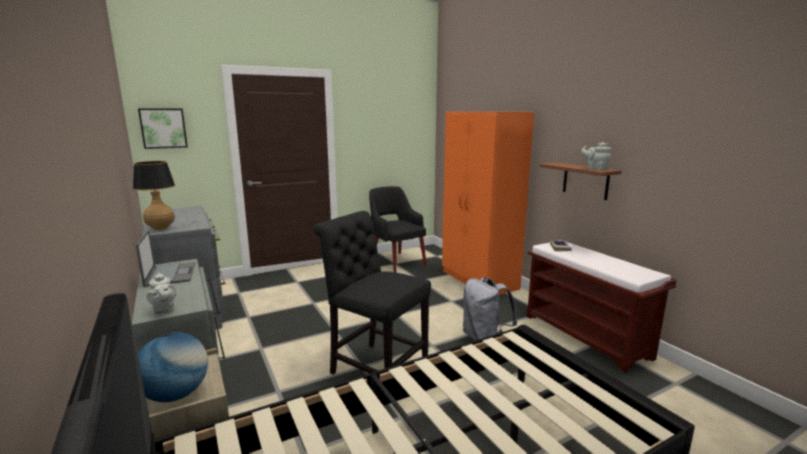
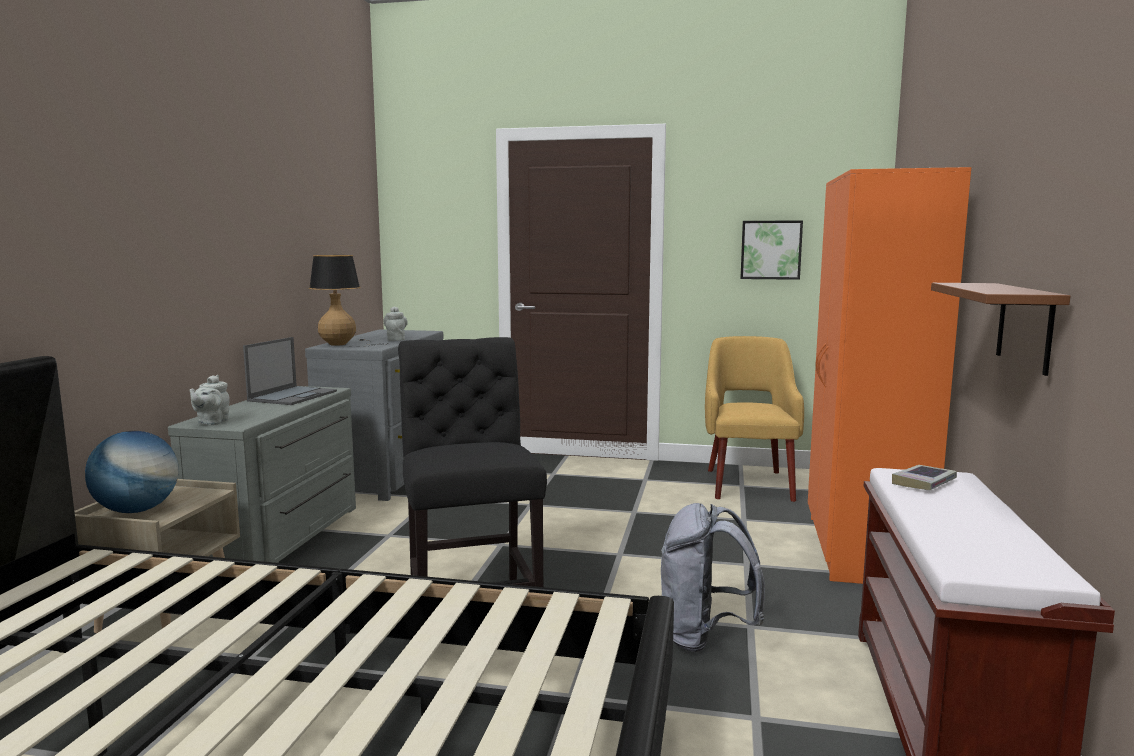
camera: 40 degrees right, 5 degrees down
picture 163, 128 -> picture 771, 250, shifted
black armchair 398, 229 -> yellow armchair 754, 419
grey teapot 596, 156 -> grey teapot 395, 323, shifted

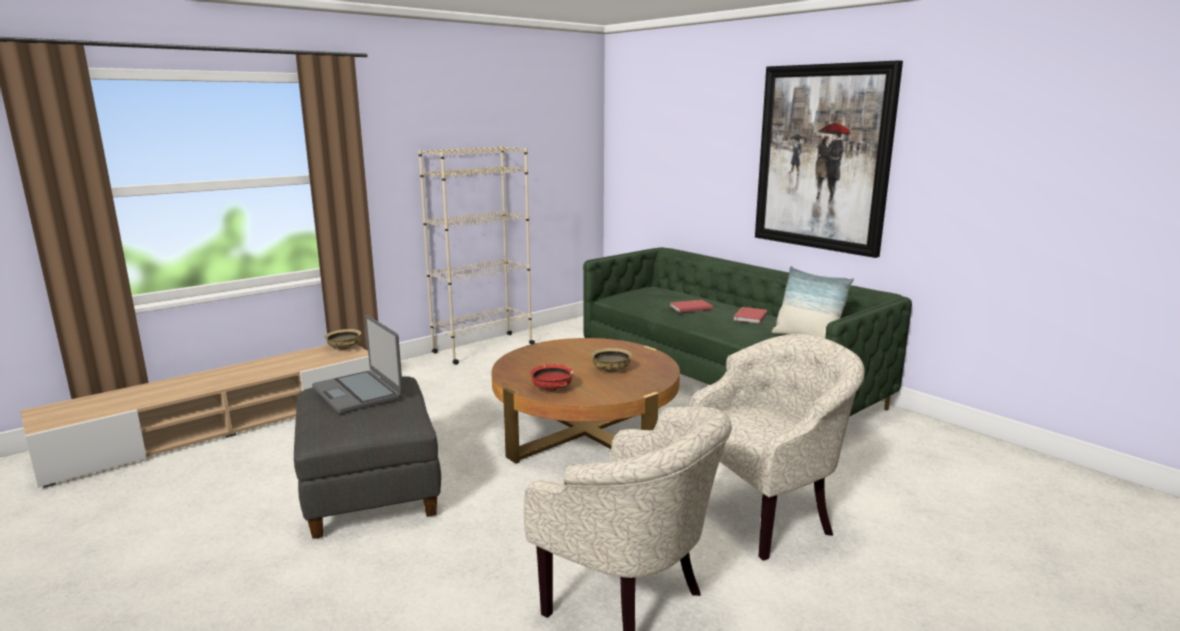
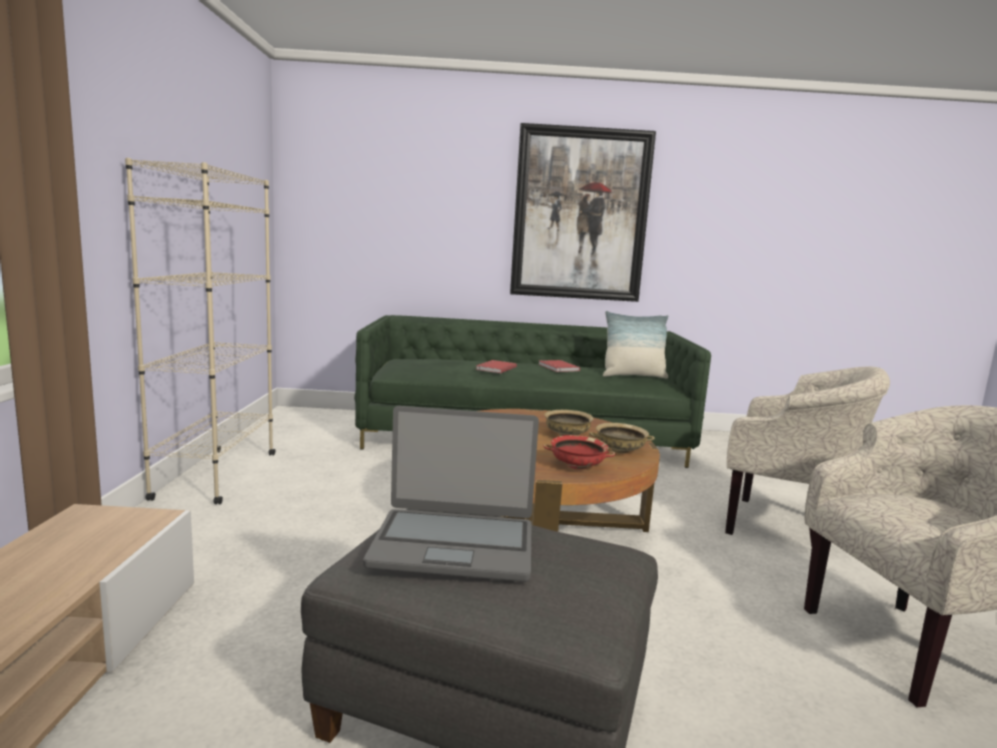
camera: 50 degrees left, 5 degrees down
beige bowl 343, 339 -> beige bowl 622, 438, shifted
beige armchair 777, 447 -> beige armchair 807, 456, 105 degrees clockwise

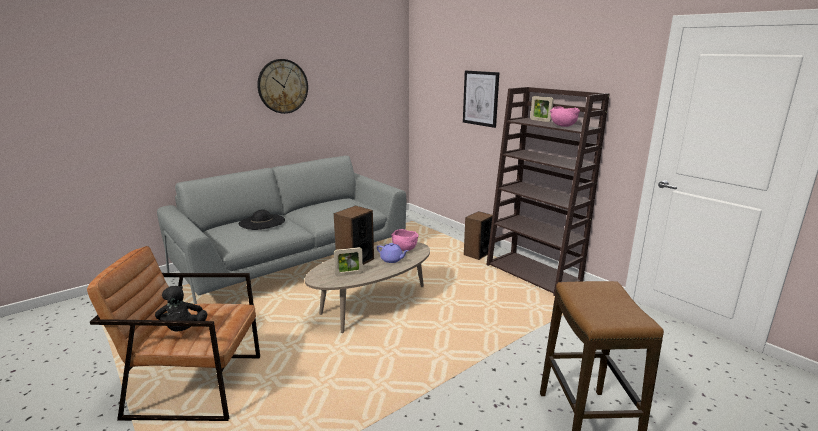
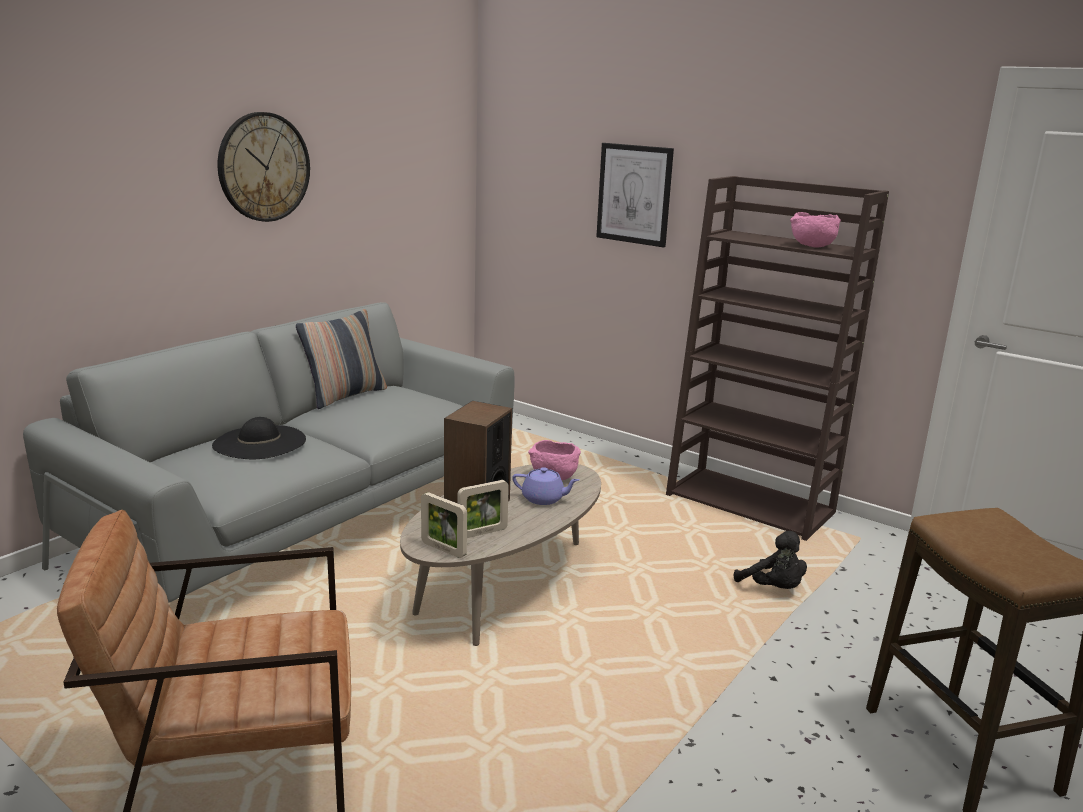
camera: 15 degrees left, 0 degrees up
black plush toy 181, 308 -> black plush toy 770, 560, shifted
speaker 478, 235 -> none
picture frame 542, 109 -> picture frame 444, 525, shifted
none -> pillow 341, 359

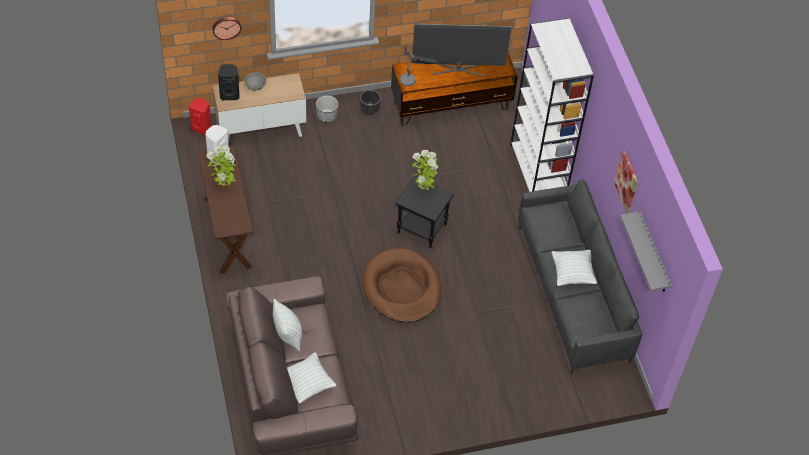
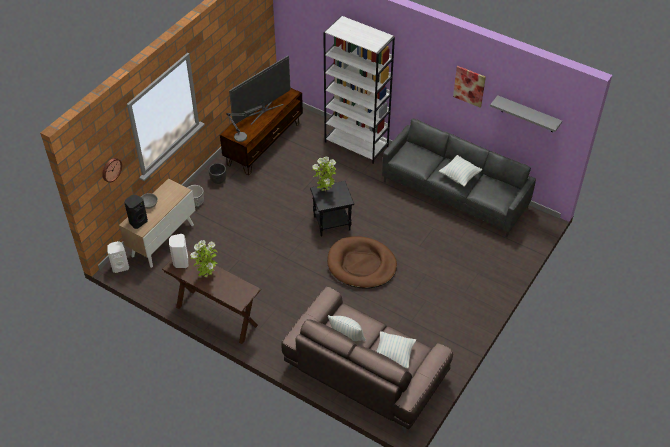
camera: 40 degrees left, 5 degrees down
red speaker 200, 116 -> white speaker 118, 257

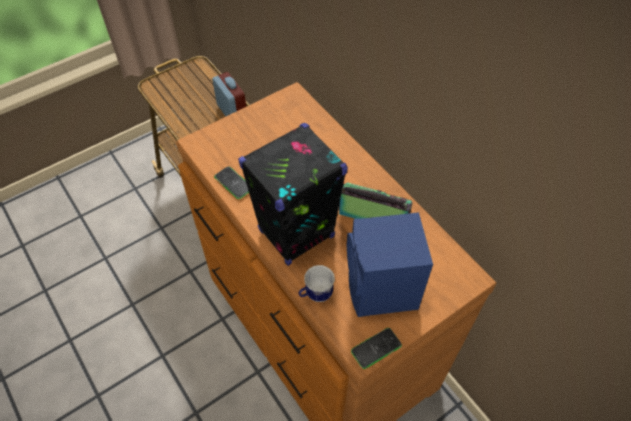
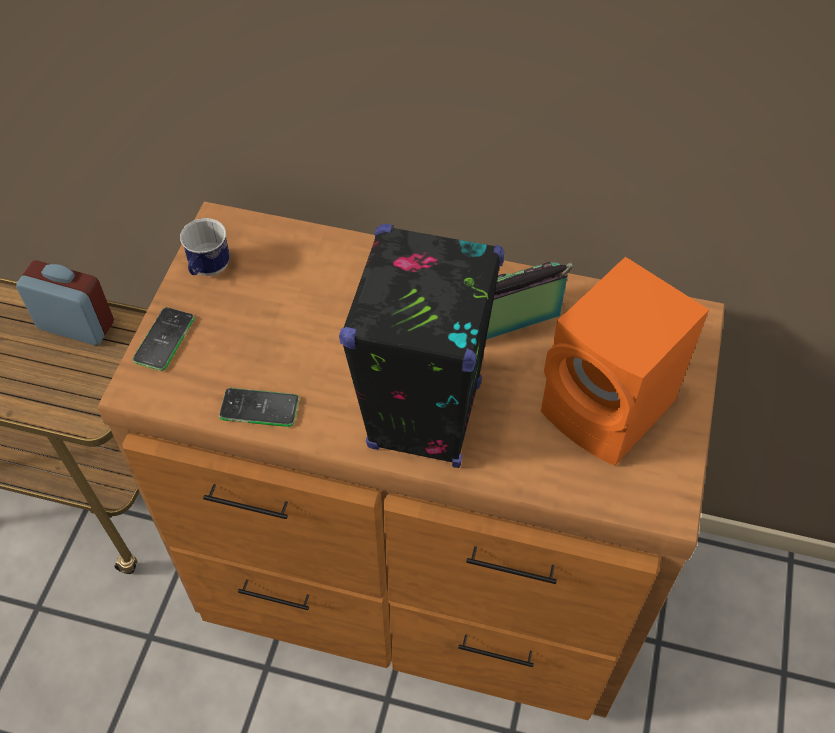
camera: 40 degrees left, 0 degrees up
mug 317, 283 -> mug 205, 247, shifted
blue speaker 390, 264 -> orange speaker 625, 361
phone 376, 348 -> phone 163, 339, shifted

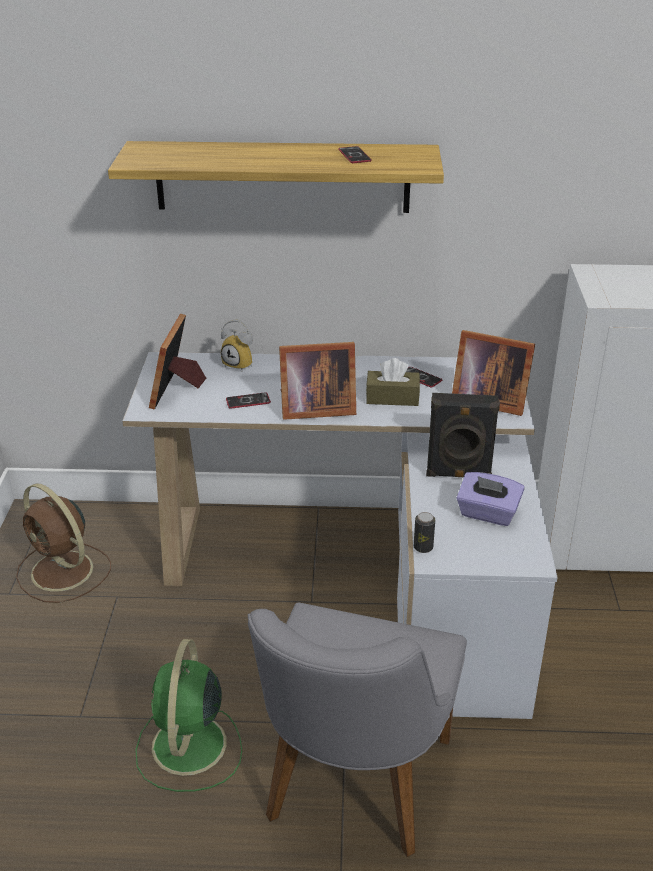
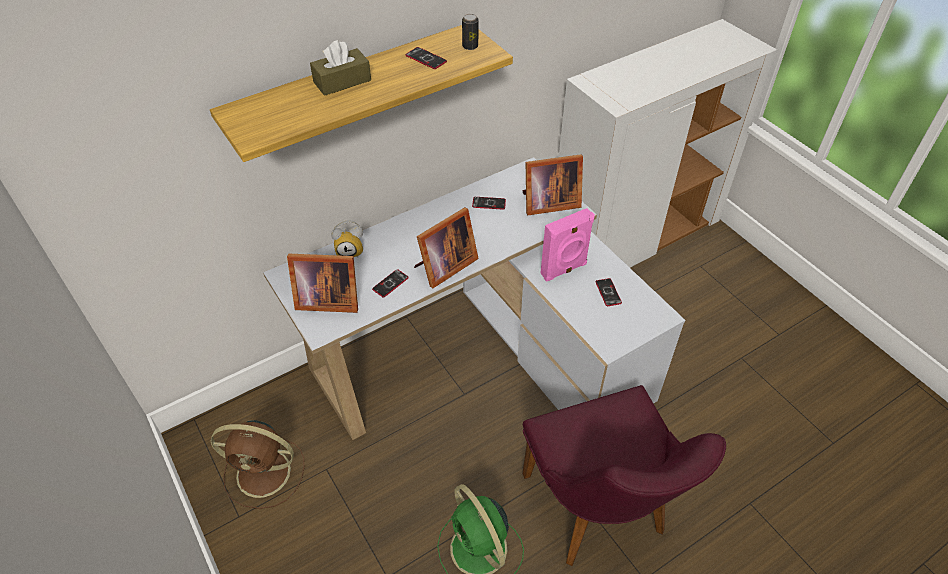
camera: 35 degrees left, 15 degrees up
picture frame 177, 362 -> picture frame 322, 283, 60 degrees counterclockwise
grey chair 357, 729 -> purple chair 624, 475
brown tissue box 393, 382 -> brown tissue box 340, 68, shifted
can 424, 532 -> can 470, 32, shifted
black speaker 463, 435 -> pink speaker 567, 245
purple tissue box 490, 499 -> phone 608, 292

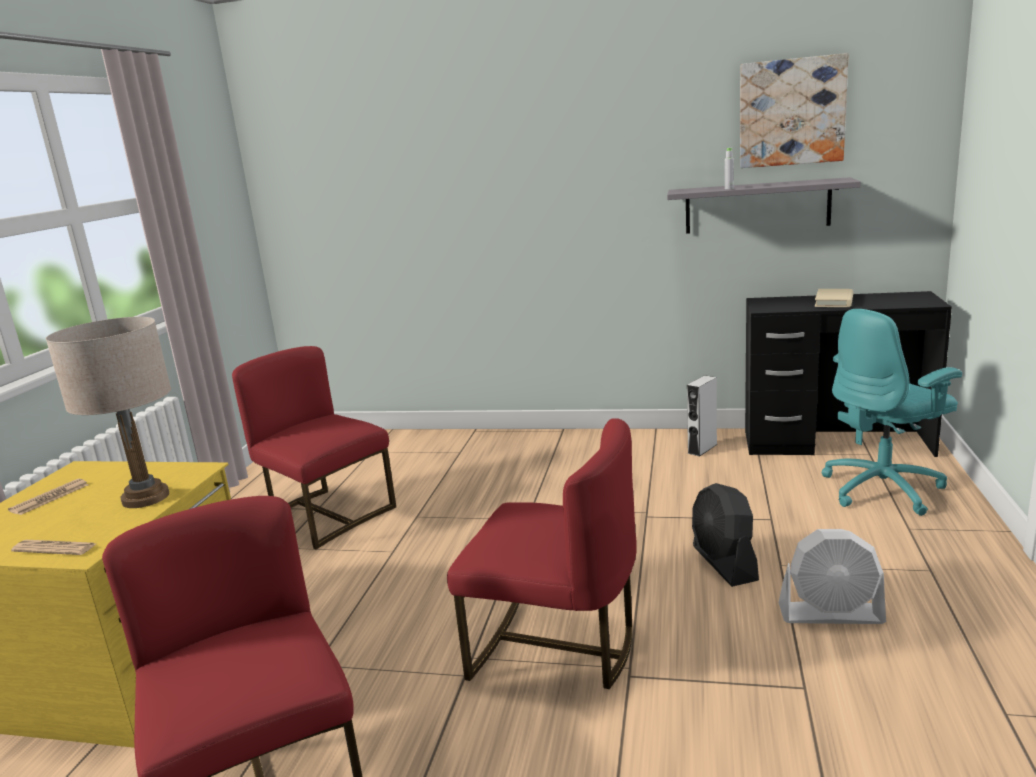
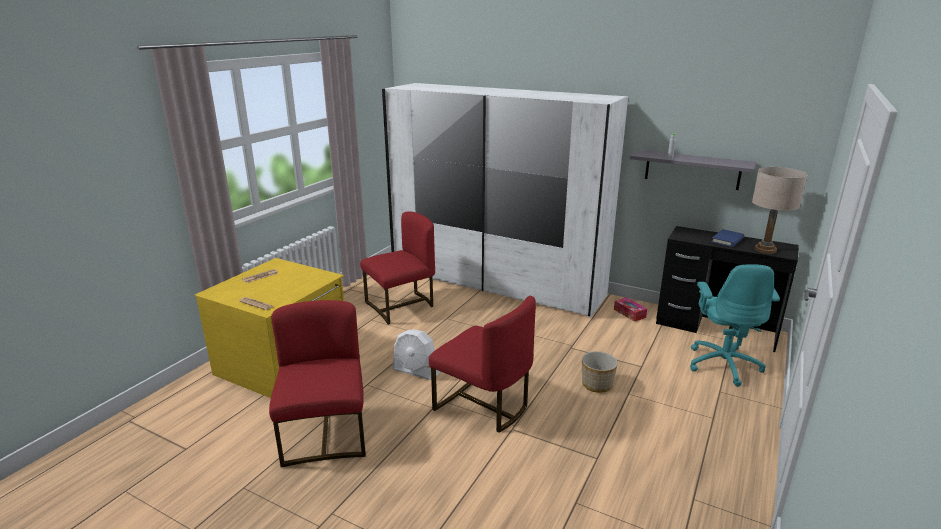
camera: 15 degrees right, 5 degrees up
beige table lamp 108, 412 -> beige table lamp 779, 210, shifted
red chair 314, 447 -> red chair 397, 268, 90 degrees clockwise
grey speaker 702, 415 -> tissue box 630, 309
black fan 725, 535 -> planter 600, 372
picture 794, 110 -> none
white fan 832, 576 -> white fan 416, 354, shifted
beige book 834, 298 -> blue book 727, 238
turquoise office chair 892, 412 -> turquoise office chair 735, 325, 75 degrees counterclockwise
none -> white wardrobe 505, 200

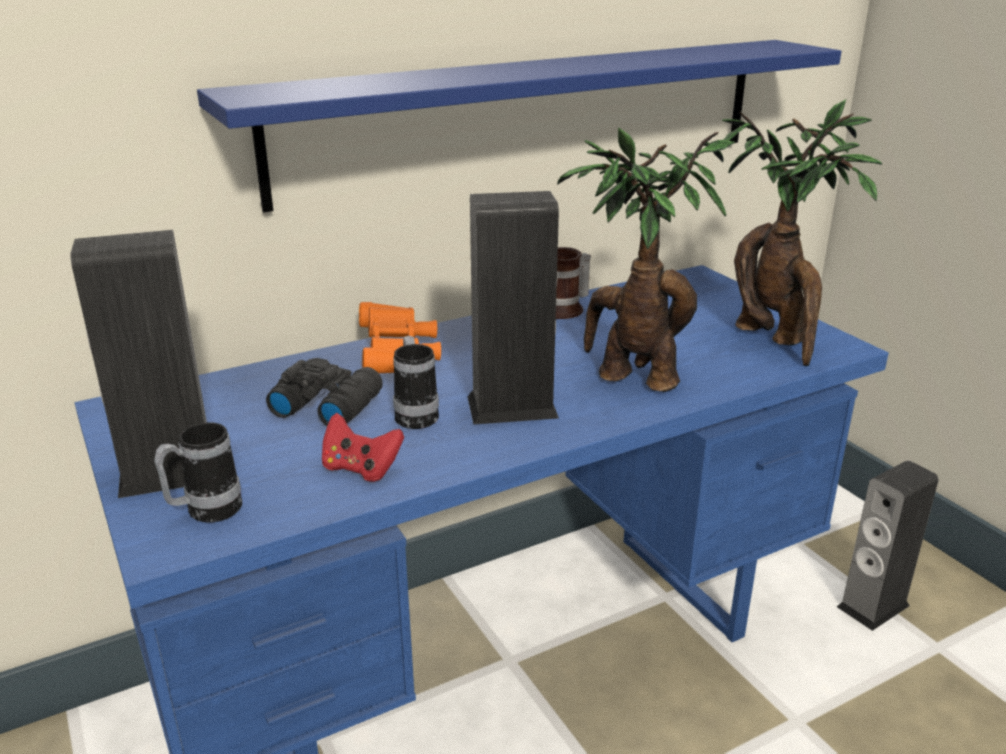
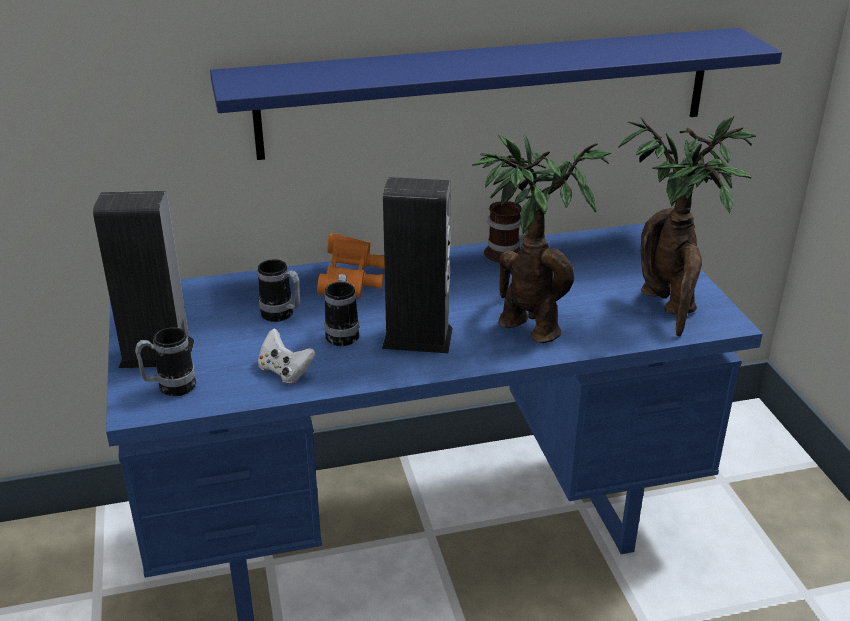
camera: 15 degrees right, 5 degrees up
black binoculars 324, 392 -> mug 279, 290
red game controller 363, 447 -> white game controller 286, 356
speaker 888, 545 -> none

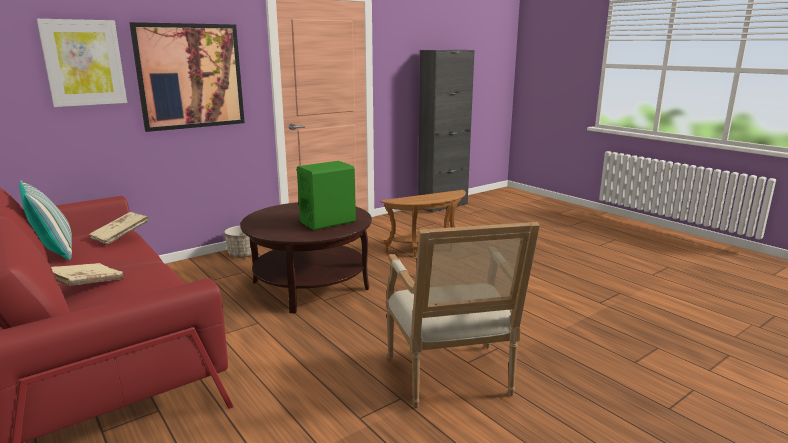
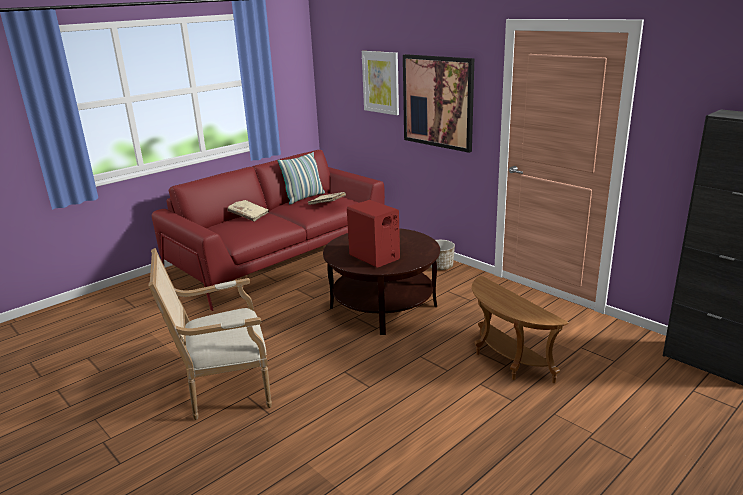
camera: 85 degrees right, 5 degrees up
green speaker 326, 195 -> red speaker 373, 234

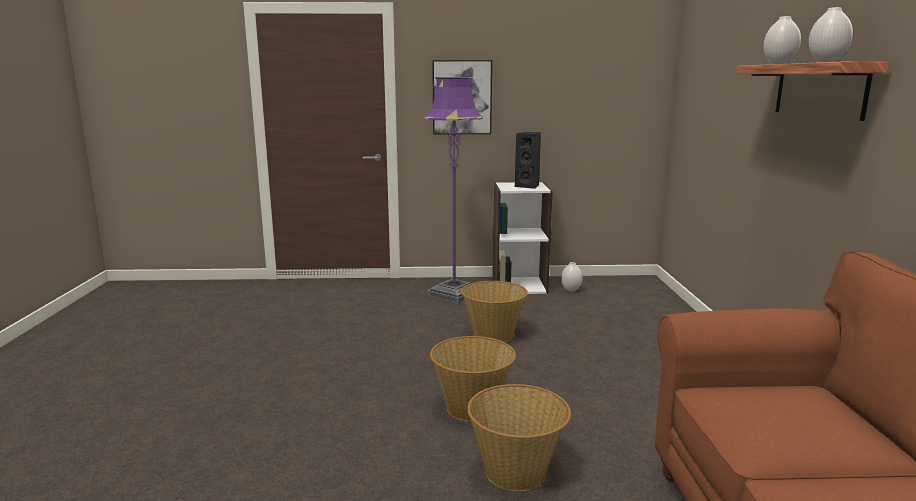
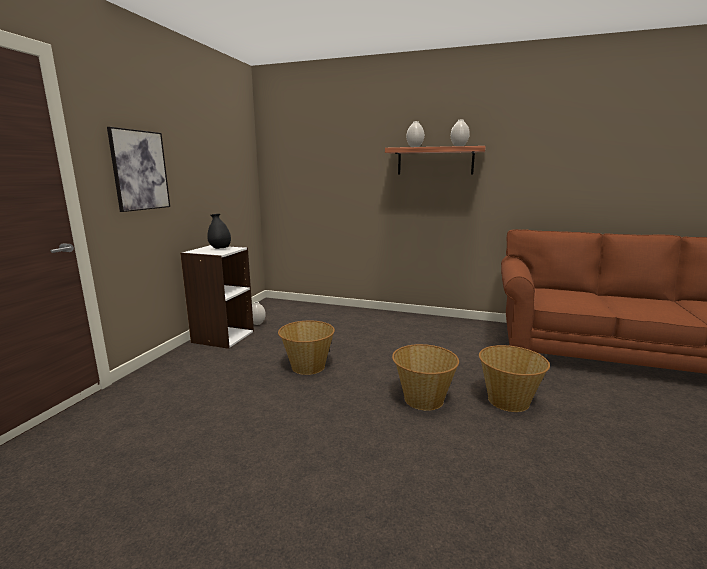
camera: 70 degrees left, 0 degrees up
purple floor lamp 454, 190 -> none
black speaker 528, 160 -> black vase 219, 231

